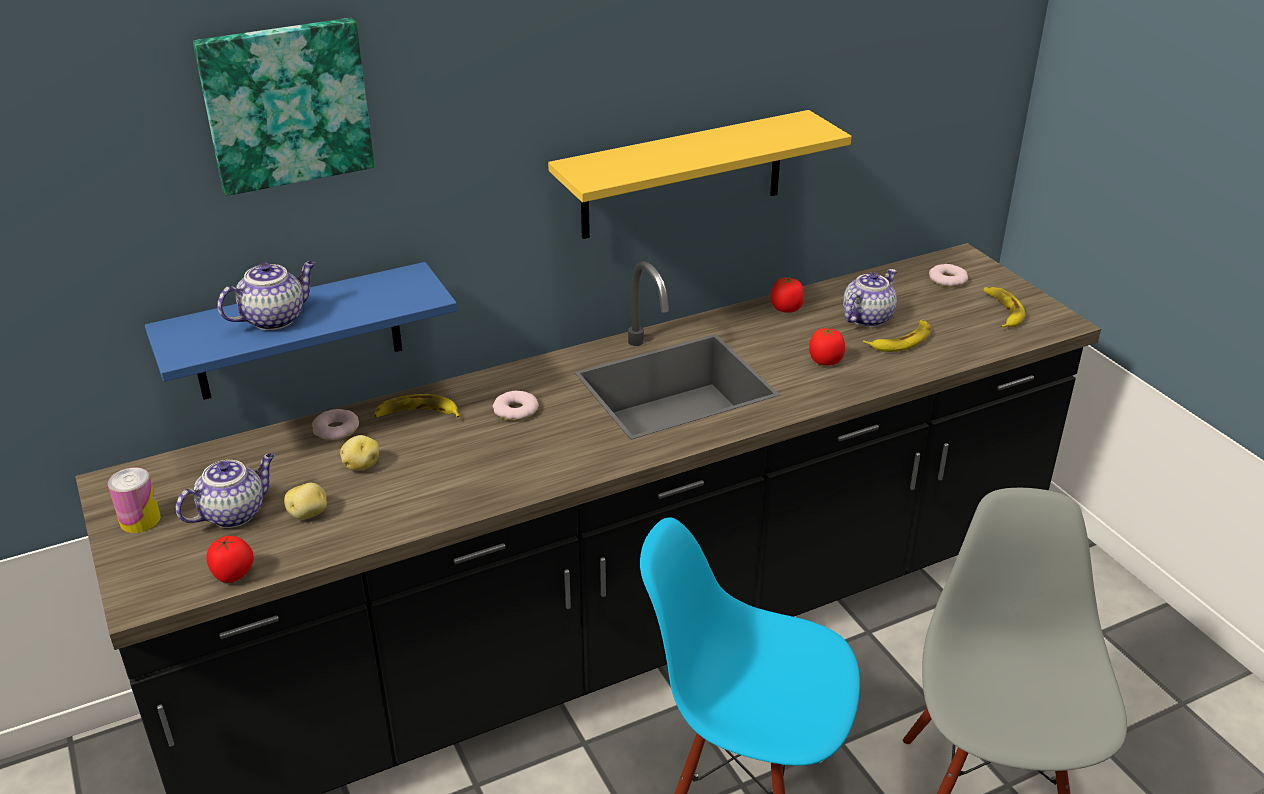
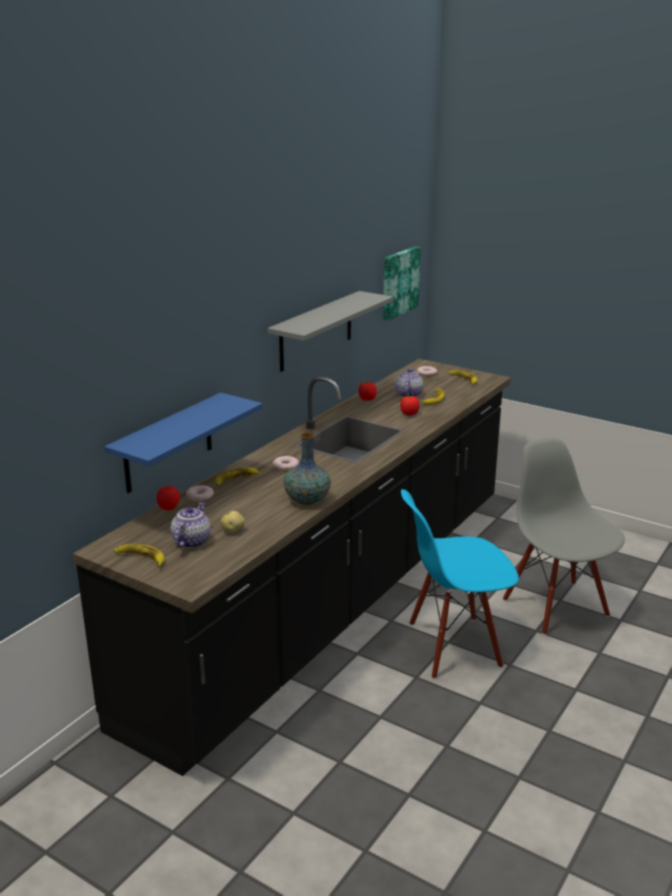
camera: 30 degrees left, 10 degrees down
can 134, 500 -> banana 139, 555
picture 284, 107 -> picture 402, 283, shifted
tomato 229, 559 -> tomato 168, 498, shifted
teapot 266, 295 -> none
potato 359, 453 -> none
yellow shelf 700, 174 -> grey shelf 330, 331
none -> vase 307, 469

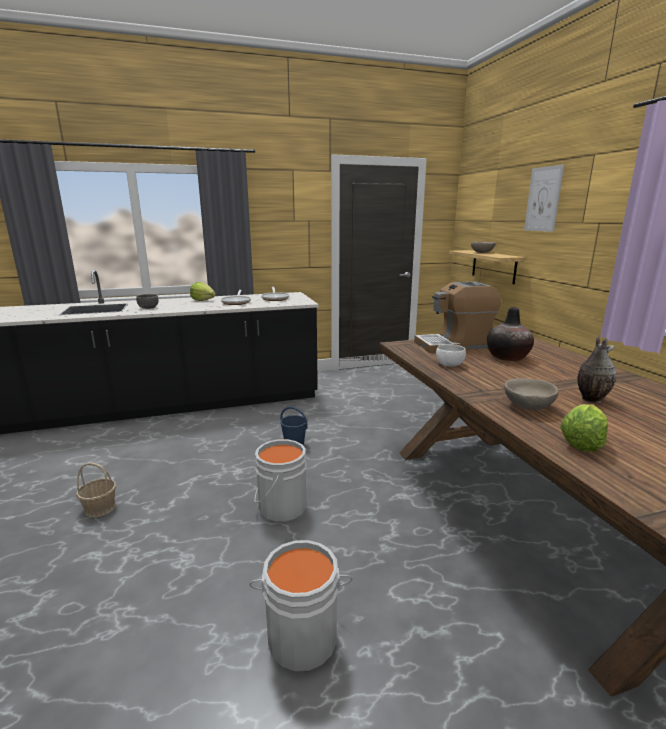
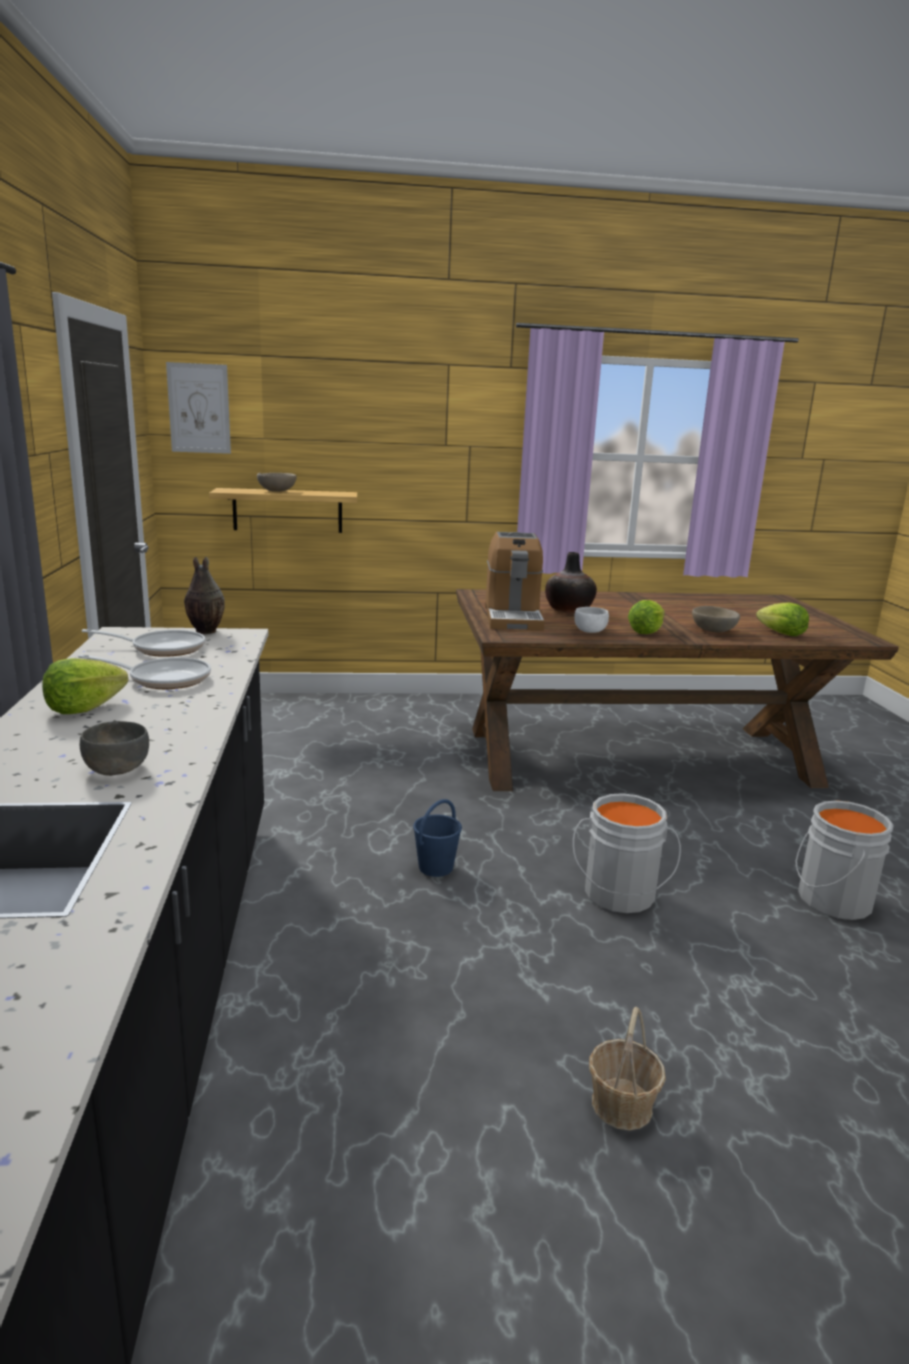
camera: 80 degrees left, 0 degrees up
picture 544, 198 -> picture 198, 408, shifted
vase 596, 369 -> vase 204, 595, shifted
none -> lettuce 646, 617

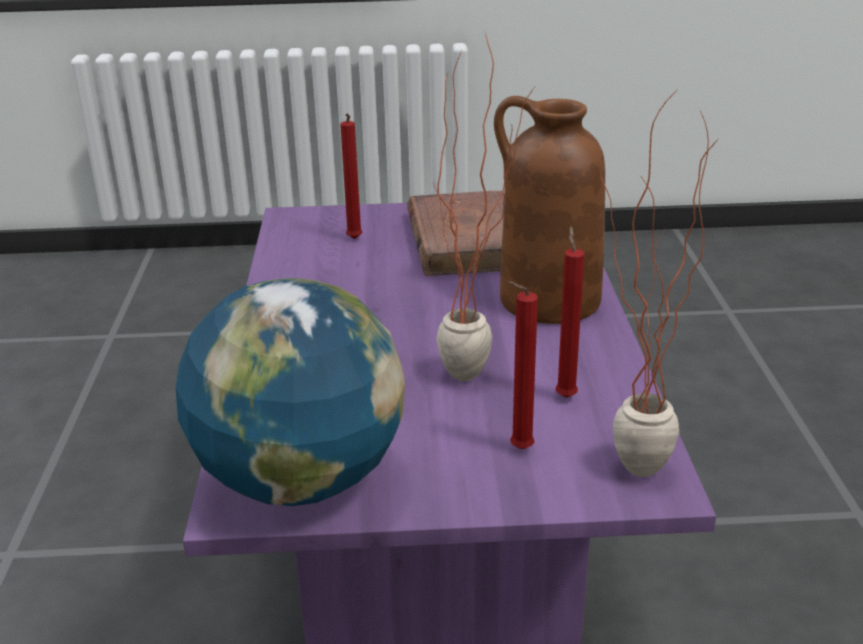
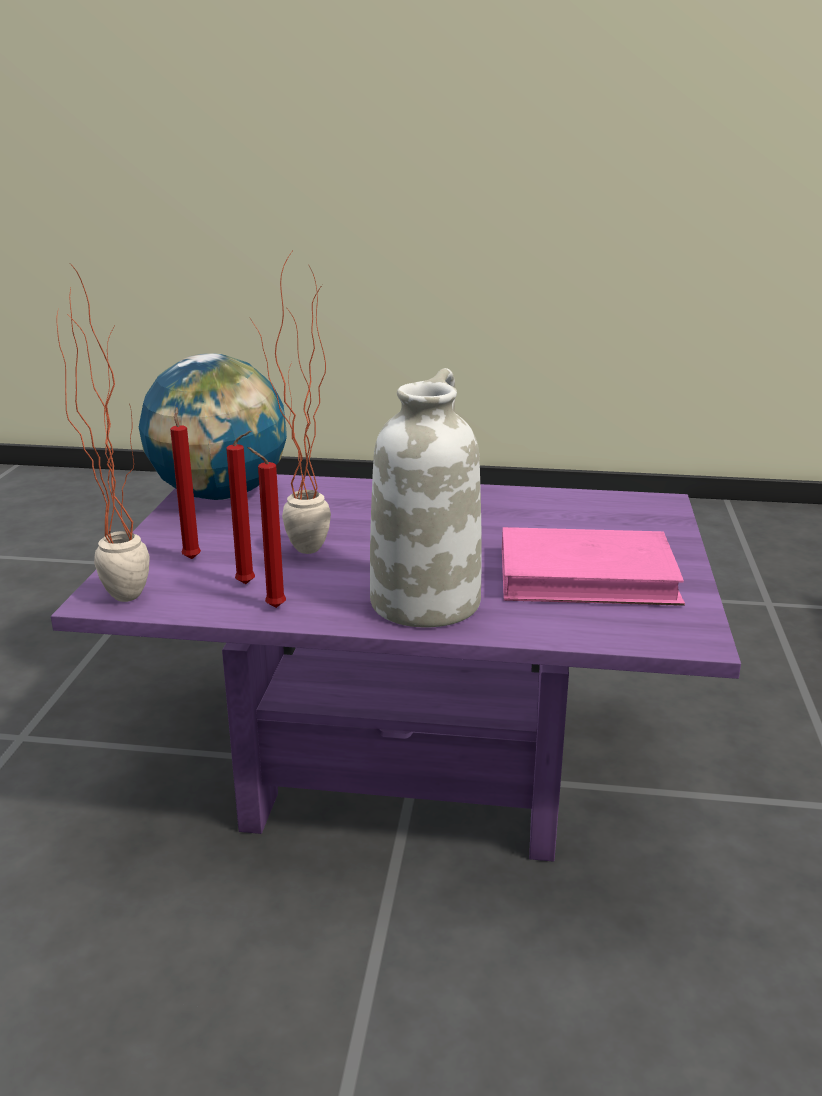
camera: 100 degrees right, 5 degrees down
red candle 351, 176 -> red candle 266, 527, shifted
brown book 456, 233 -> pink book 593, 566
brown vase 549, 210 -> white vase 426, 498

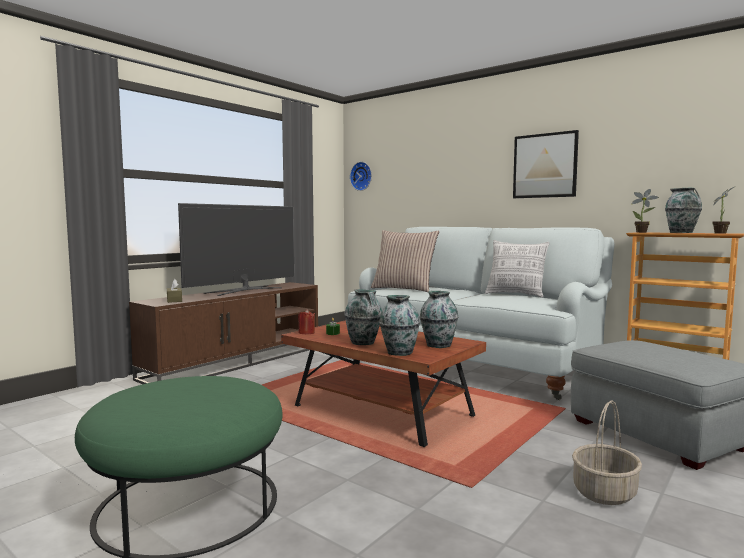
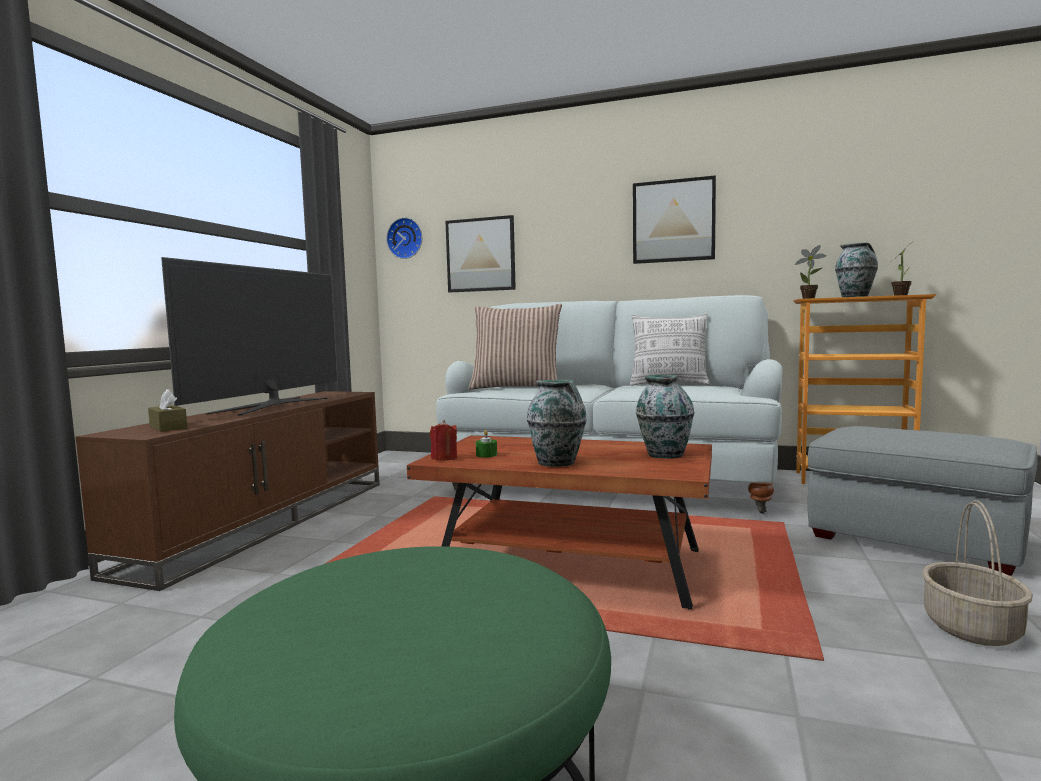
camera: 20 degrees left, 0 degrees up
vase 399, 325 -> none
none -> picture 480, 253

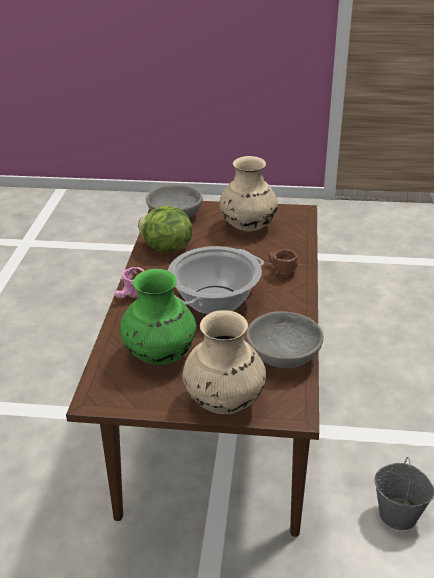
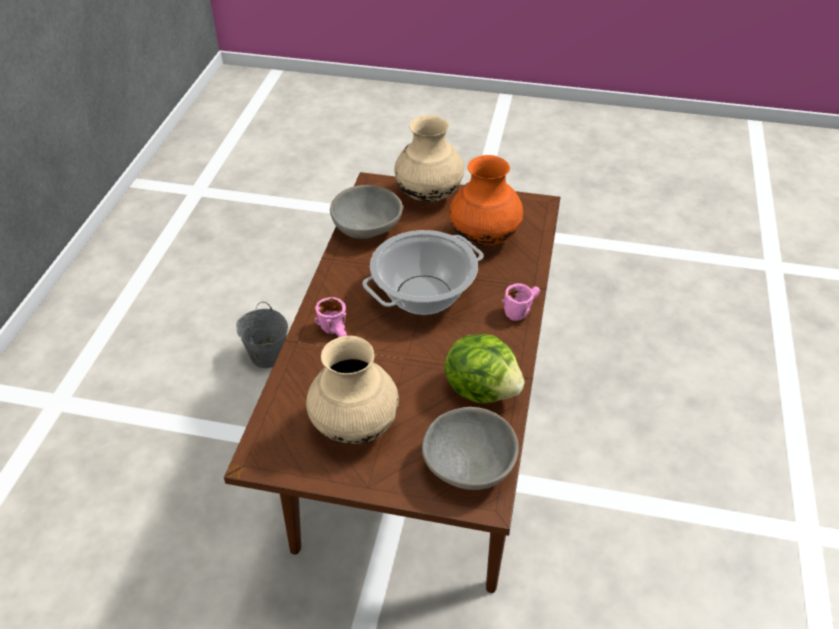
camera: 175 degrees left, 10 degrees up
green vase 158, 317 -> orange vase 486, 200
brown mug 283, 264 -> pink mug 331, 317

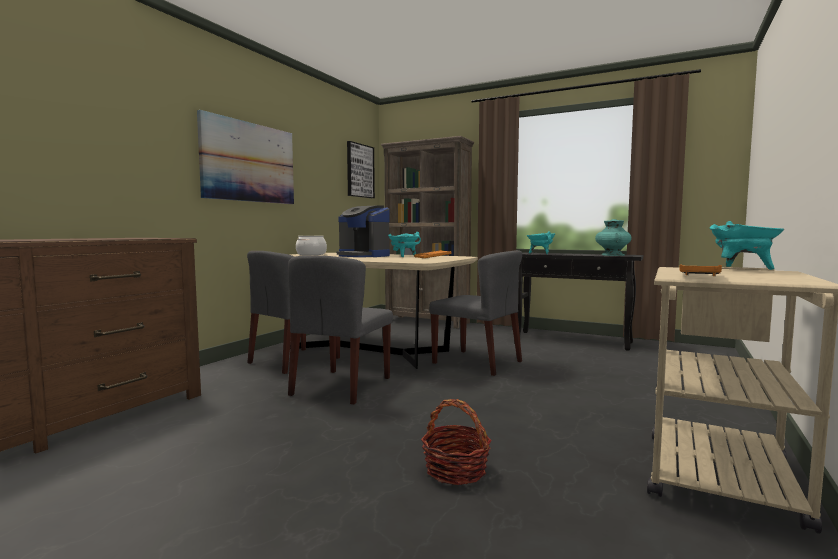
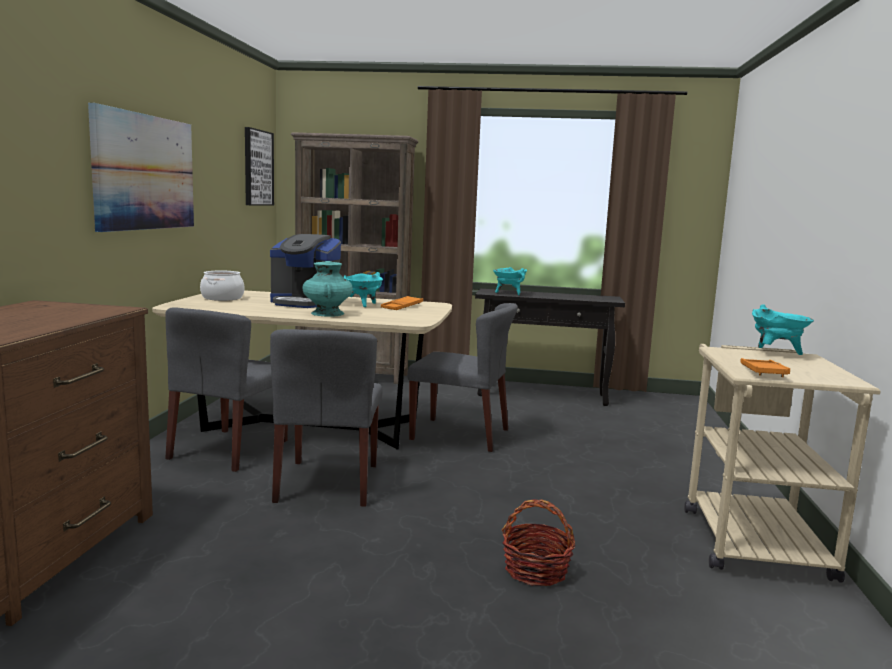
camera: 20 degrees left, 5 degrees up
turquoise vase 613, 237 -> turquoise vase 327, 289, shifted

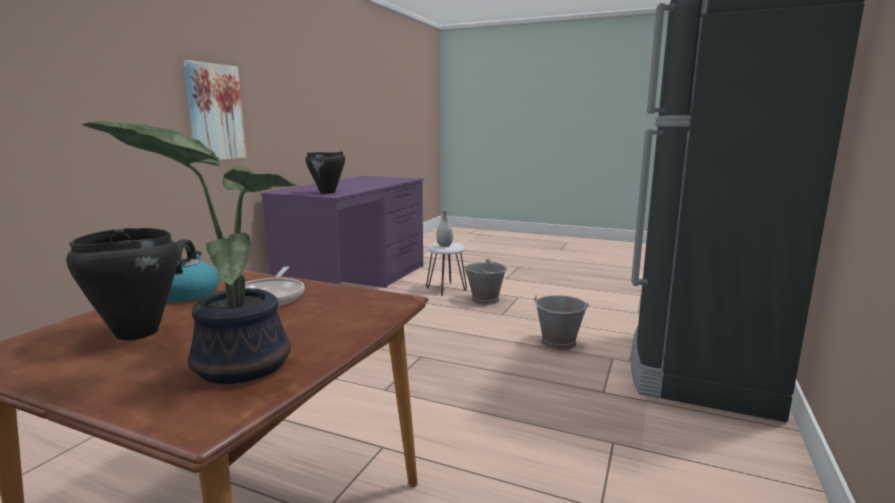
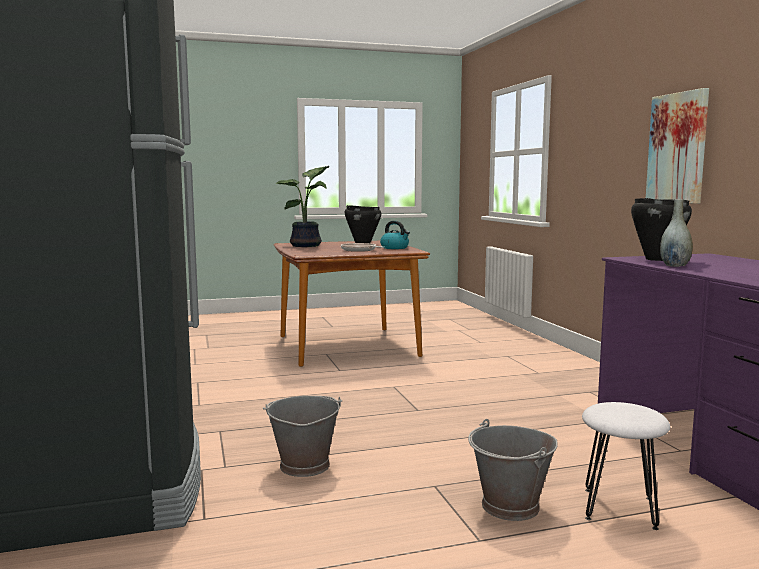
camera: 140 degrees right, 5 degrees down
grey vase 445, 228 -> grey vase 676, 233, shifted

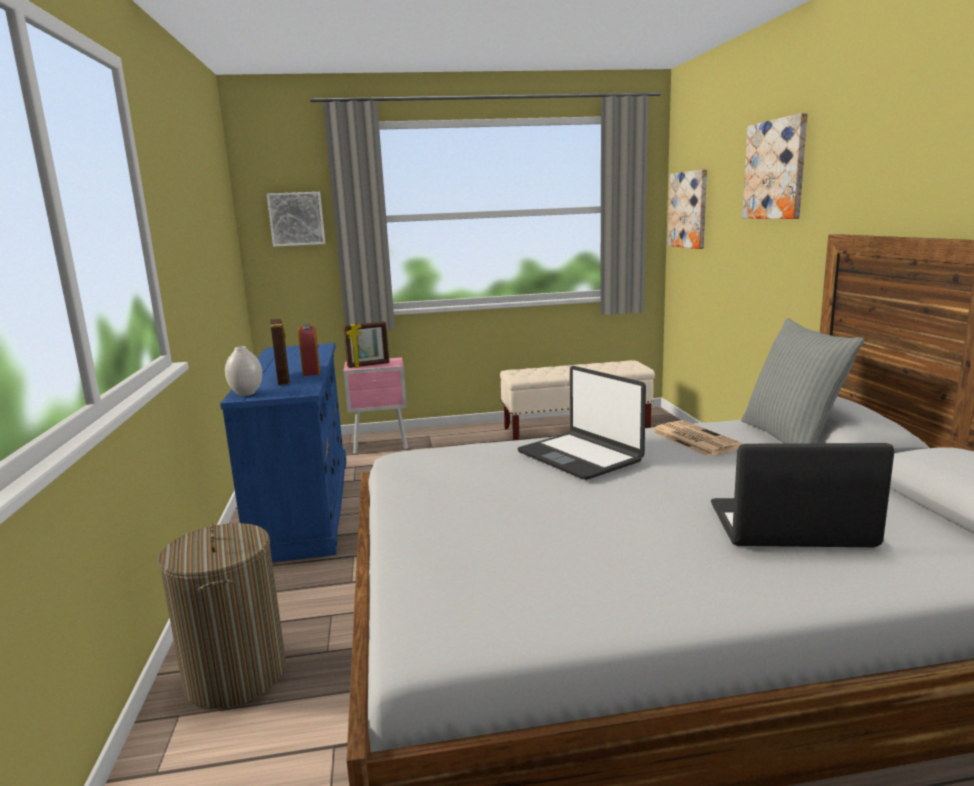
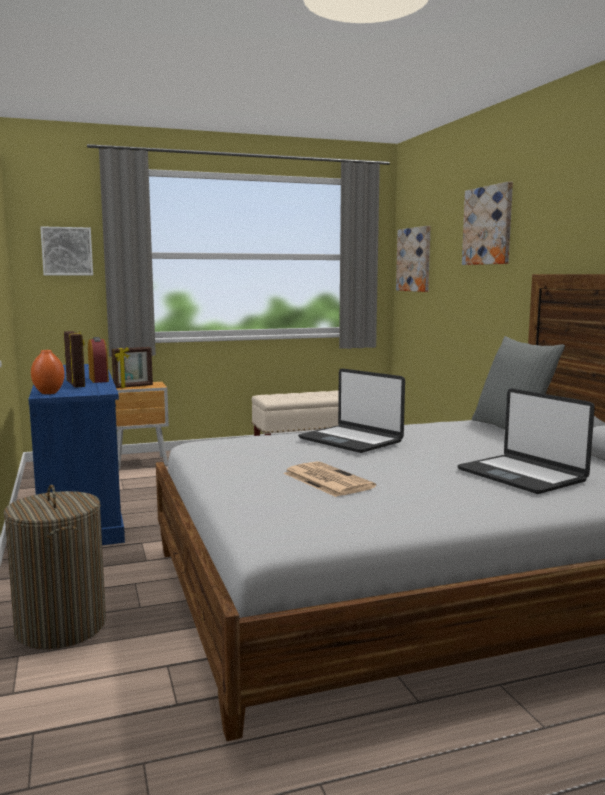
camera: 10 degrees left, 5 degrees down
white vase 243, 371 -> orange vase 48, 372
pink nightstand 375, 405 -> brown nightstand 142, 425
newspaper 697, 438 -> newspaper 329, 479, shifted
laptop 802, 495 -> laptop 526, 441, 120 degrees counterclockwise

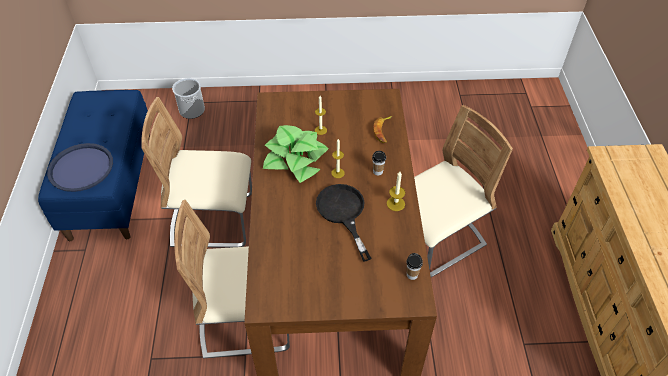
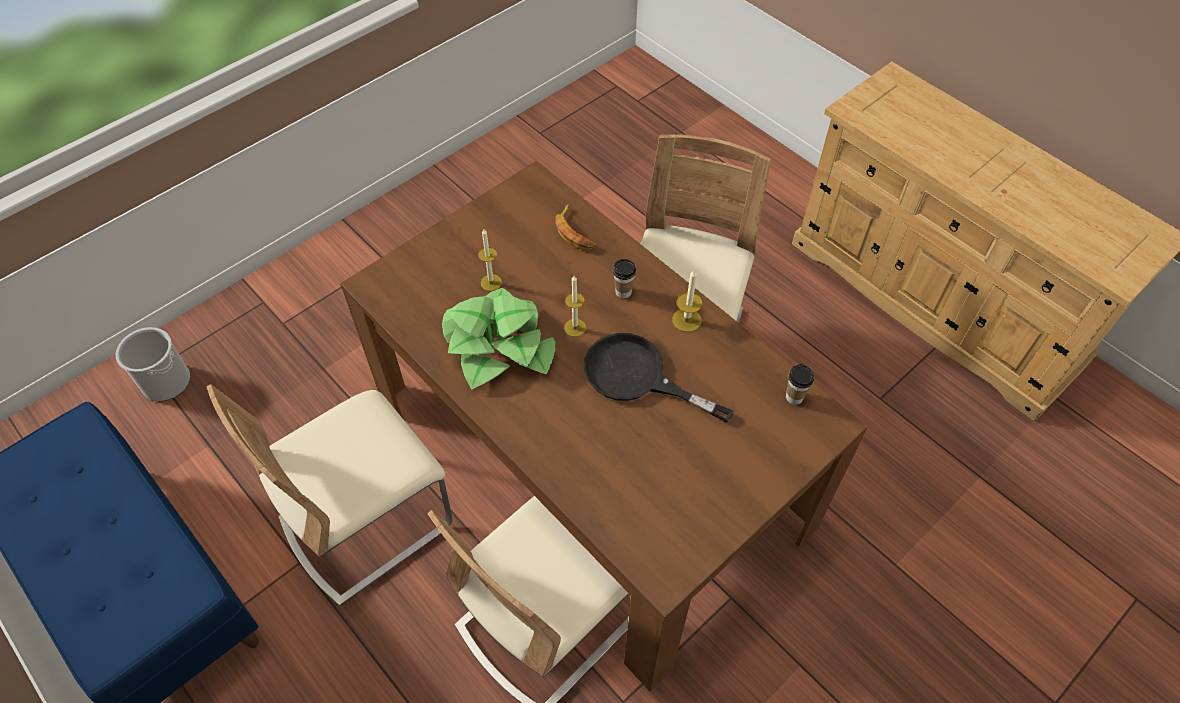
camera: 40 degrees left, 5 degrees up
blue tray 80, 167 -> none

